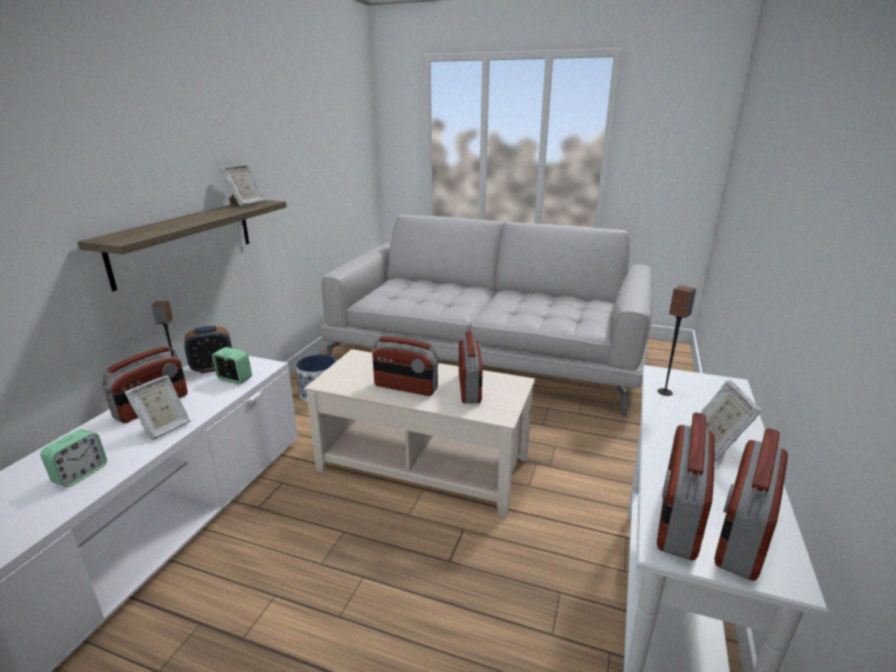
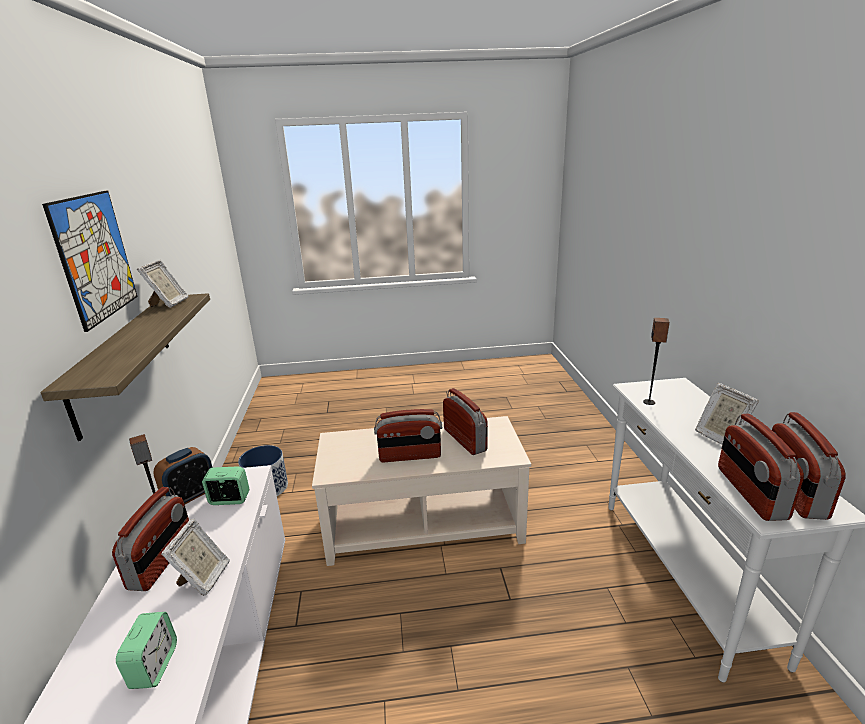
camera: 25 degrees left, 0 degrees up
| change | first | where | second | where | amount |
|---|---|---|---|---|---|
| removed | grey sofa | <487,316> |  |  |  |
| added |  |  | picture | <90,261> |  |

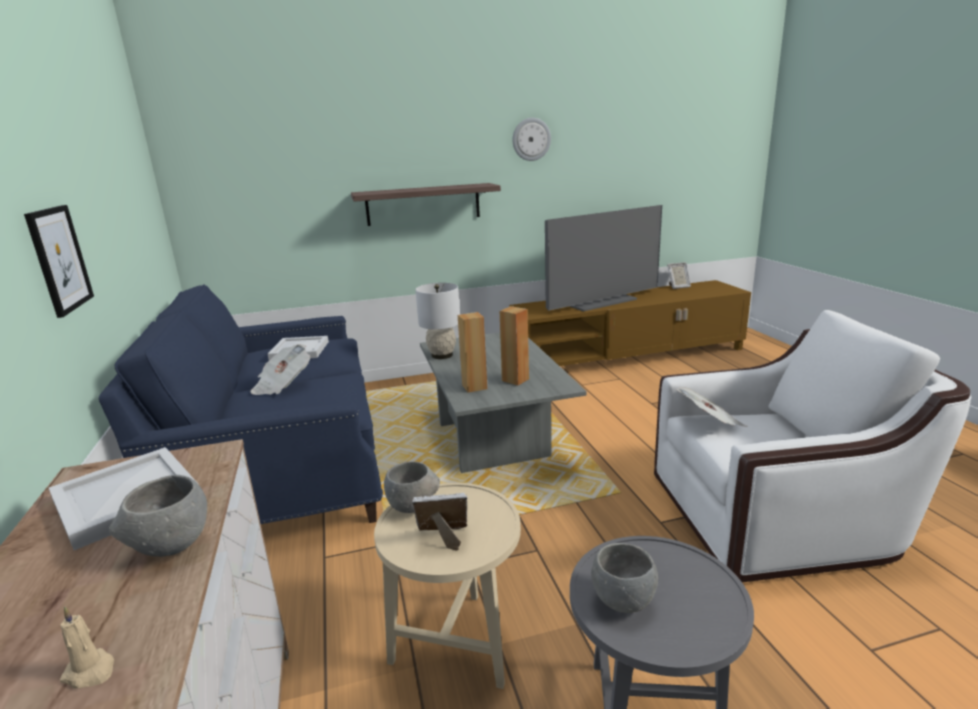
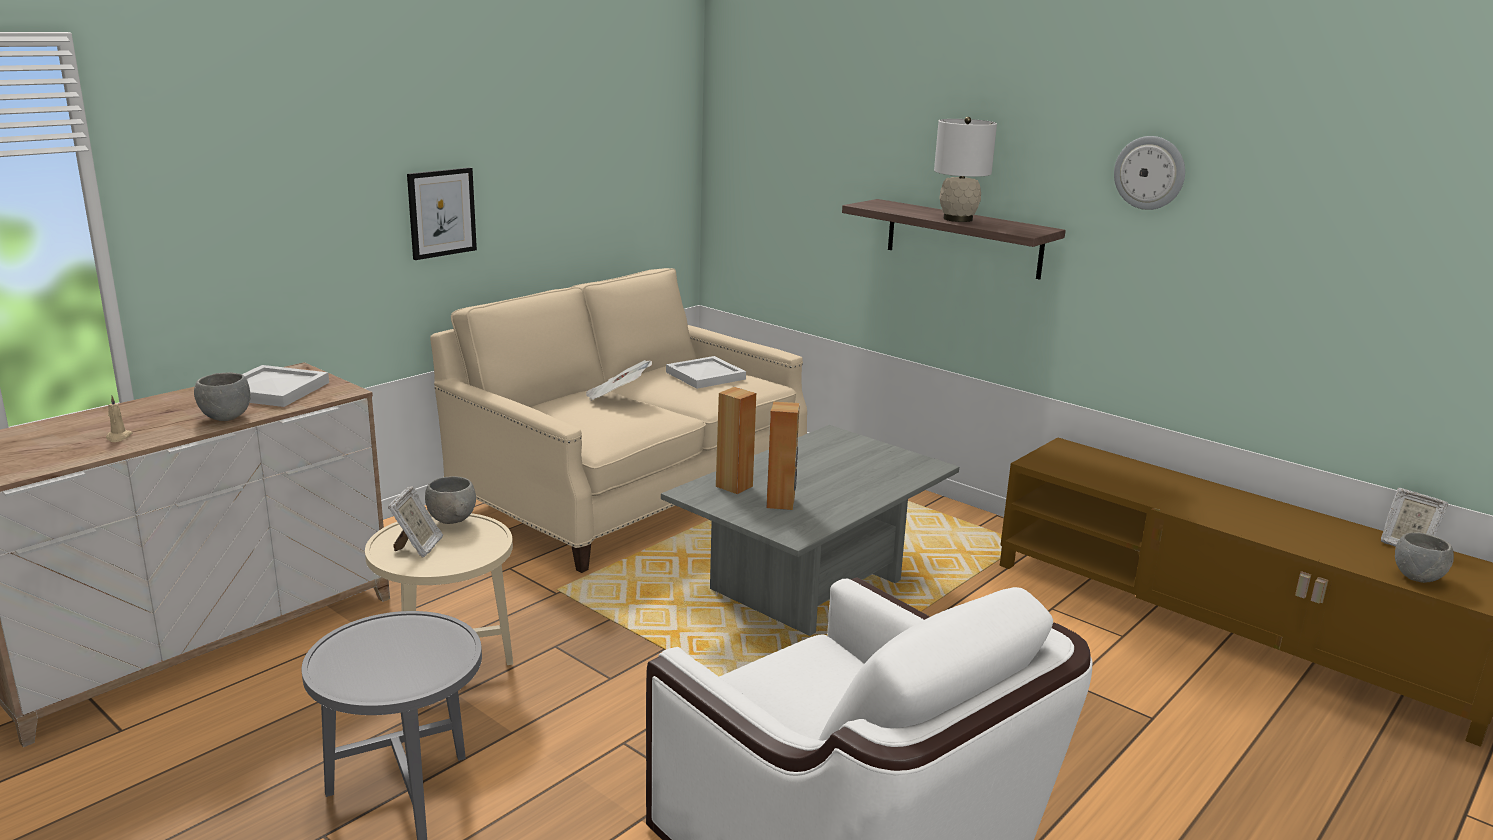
camera: 55 degrees right, 0 degrees up
| change | first | where | second | where | amount |
|---|---|---|---|---|---|
| removed | television | <603,258> |  |  |  |
| removed | newspaper | <712,407> |  |  |  |
| moved | white table lamp | <437,321> |  | <965,169> |  |
| moved | grey bowl | <624,578> |  | <1424,557> |  |
| recoloured | blue sofa | <241,404> | beige sofa | <618,420> |  |
| turned | picture frame | <439,522> |  | <415,522> | 45 degrees clockwise |

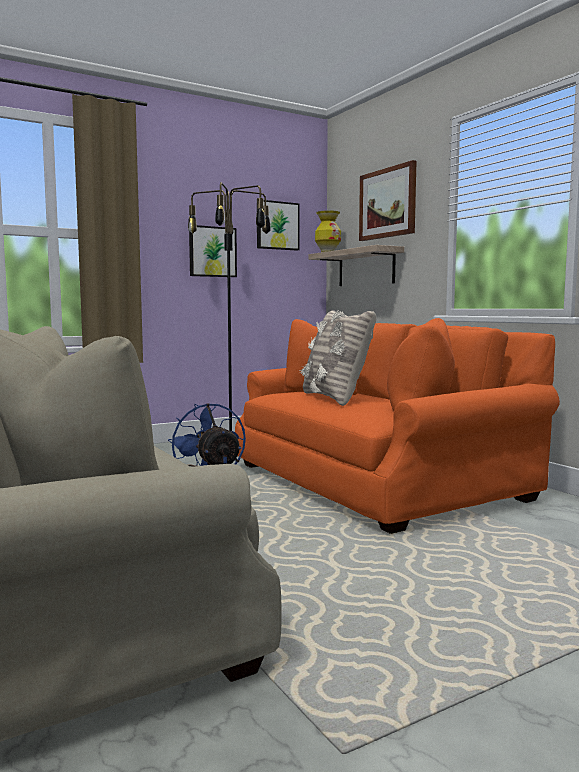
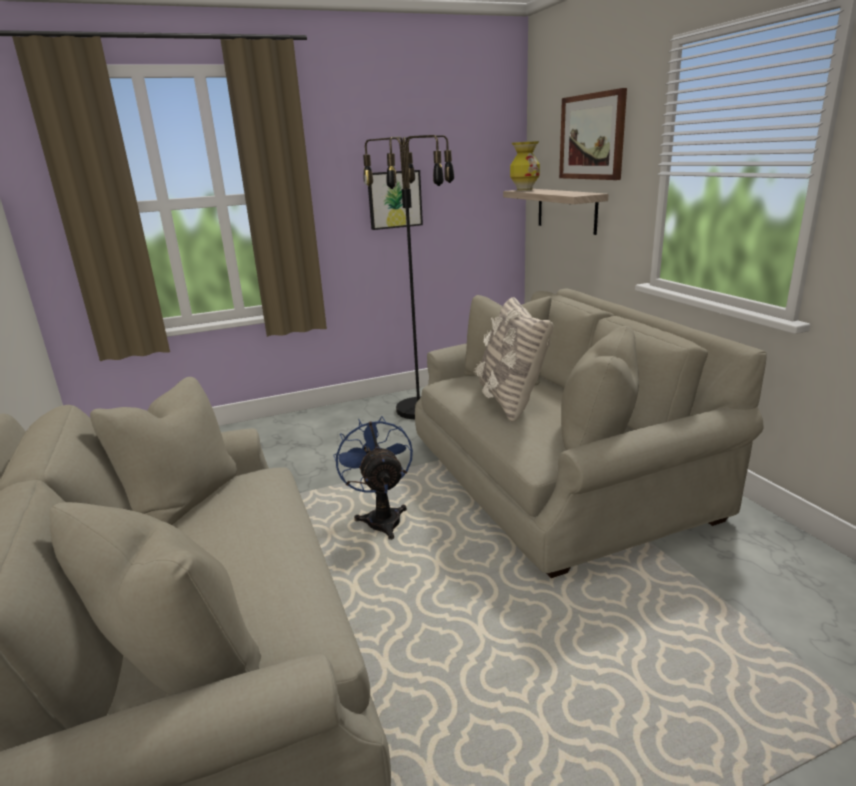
camera: 10 degrees right, 15 degrees up
| change | first | where | second | where | amount |
|---|---|---|---|---|---|
| removed | picture | <278,225> |  |  |  |
| recoloured | orange sofa | <397,426> | beige sofa | <590,433> |  |

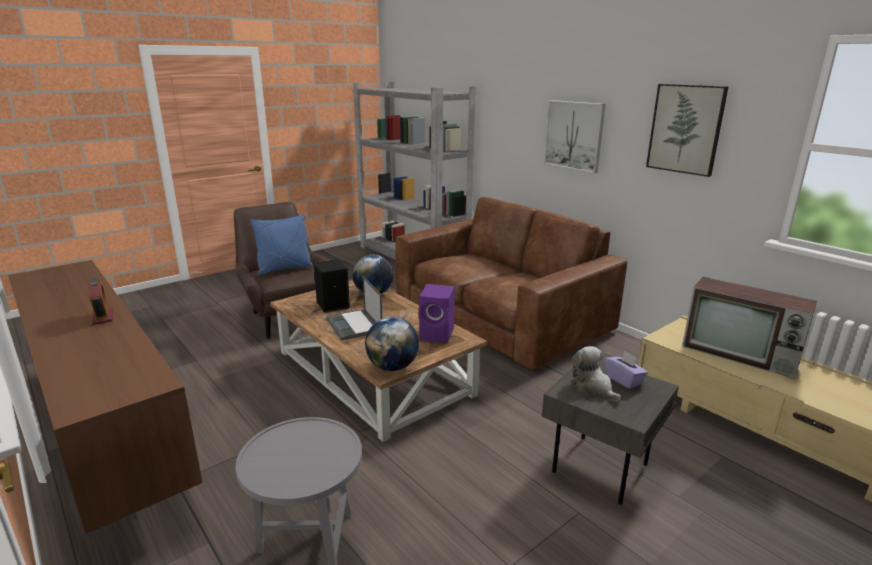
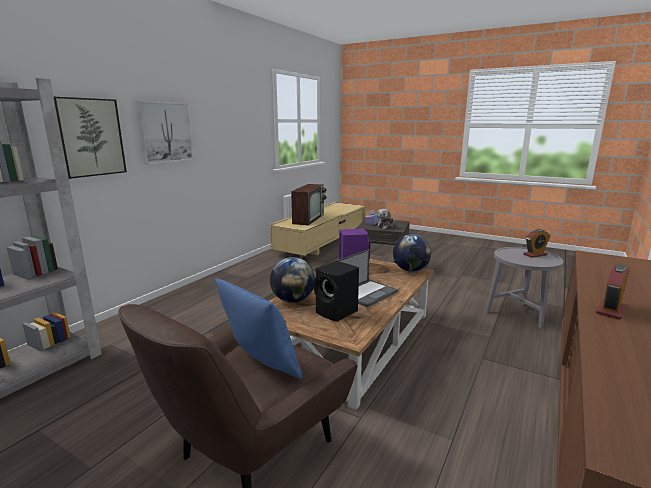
camera: 110 degrees left, 5 degrees down
| change | first | where | second | where | amount |
|---|---|---|---|---|---|
| removed | brown sofa | <511,283> |  |  |  |
| added |  |  | alarm clock | <537,243> |  |
| moved | picture | <687,130> |  | <90,138> |  |

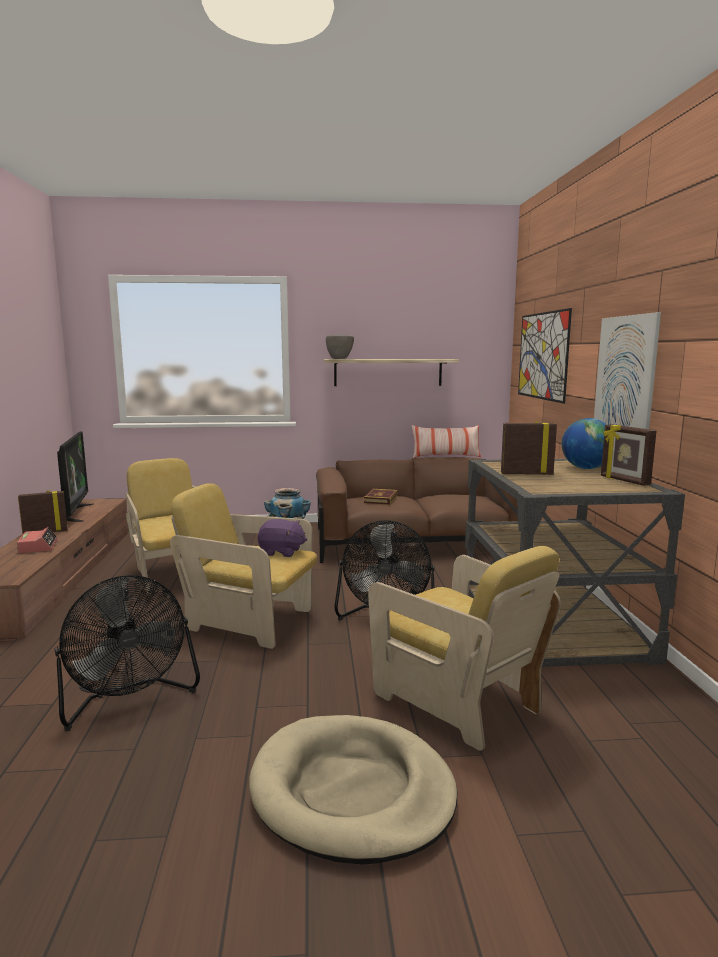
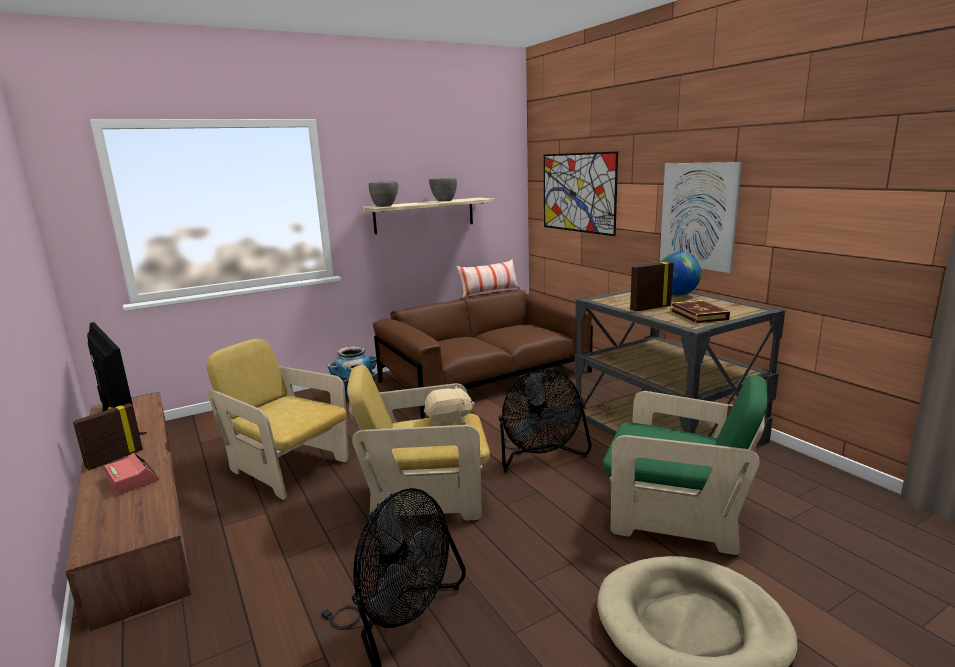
camera: 25 degrees left, 5 degrees up
| change | first | where | second | where | amount |
|---|---|---|---|---|---|
| removed | picture frame | <628,455> |  |  |  |
| added |  |  | grey bowl | <443,189> |  |
| moved | book | <380,497> |  | <700,311> |  |
| recoloured | purple plush toy | <282,538> | beige plush toy | <449,406> |  |
| recoloured | yellow armchair | <464,648> | green armchair | <685,465> |  |

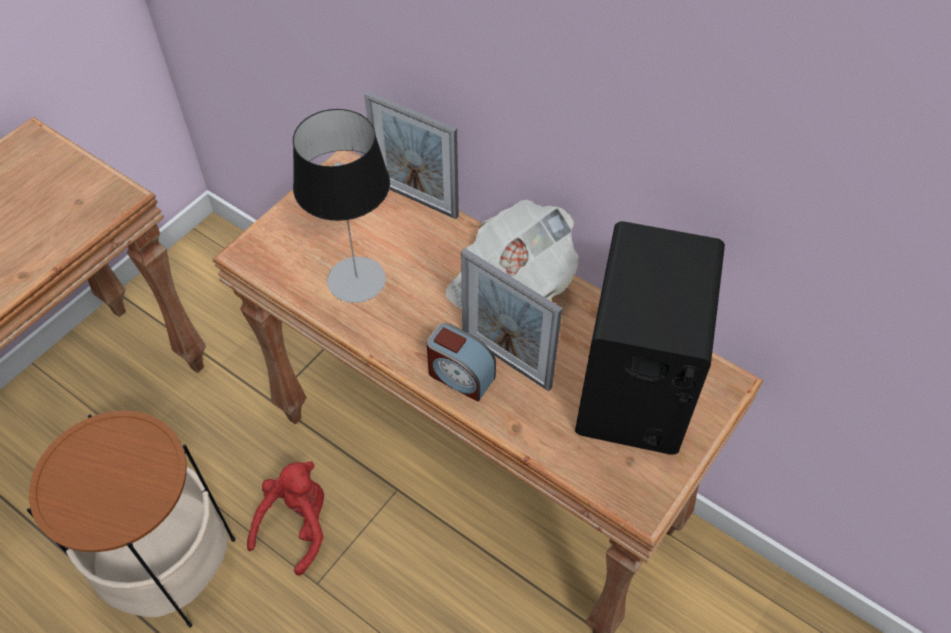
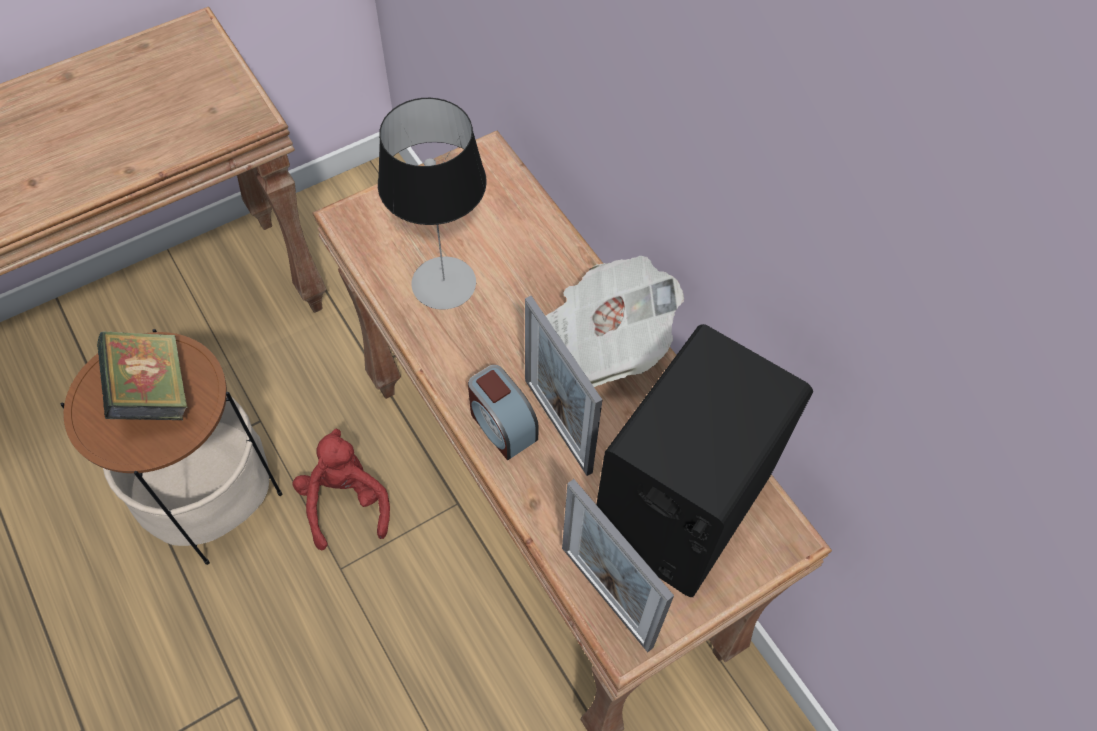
camera: 20 degrees right, 5 degrees up
| change | first | where | second | where | amount |
|---|---|---|---|---|---|
| added |  |  | book | <142,375> |  |
| moved | picture frame | <411,155> |  | <618,565> |  |
| turned | red plush toy | <285,518> |  | <341,489> | 60 degrees counterclockwise |

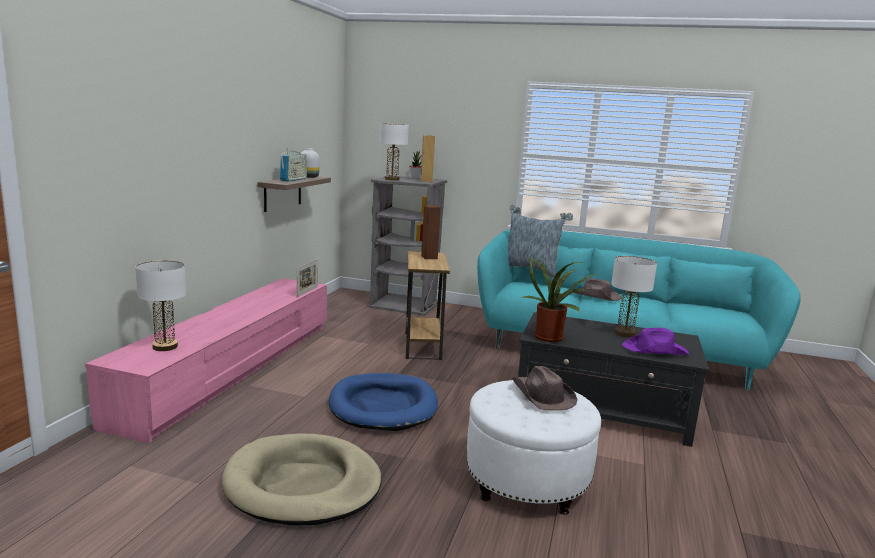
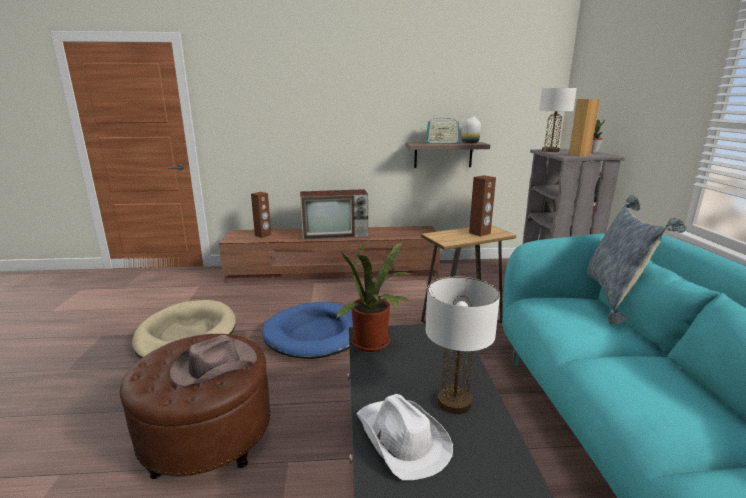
camera: 70 degrees right, 5 degrees up
| change | first | where | second | where | amount |
|---|---|---|---|---|---|
| removed | picture frame | <307,278> |  |  |  |
| removed | brown hat | <597,289> |  |  |  |
| added |  |  | television | <334,214> |  |
| replaced | table lamp | <161,305> | brown speaker | <261,215> |  |
| recoloured | pink tv stand | <206,360> | brown tv stand | <330,254> |  |
| recoloured | white ottoman | <534,447> | brown ottoman | <195,406> |  |
| recoloured | purple hat | <655,341> | white hat | <404,437> |  |

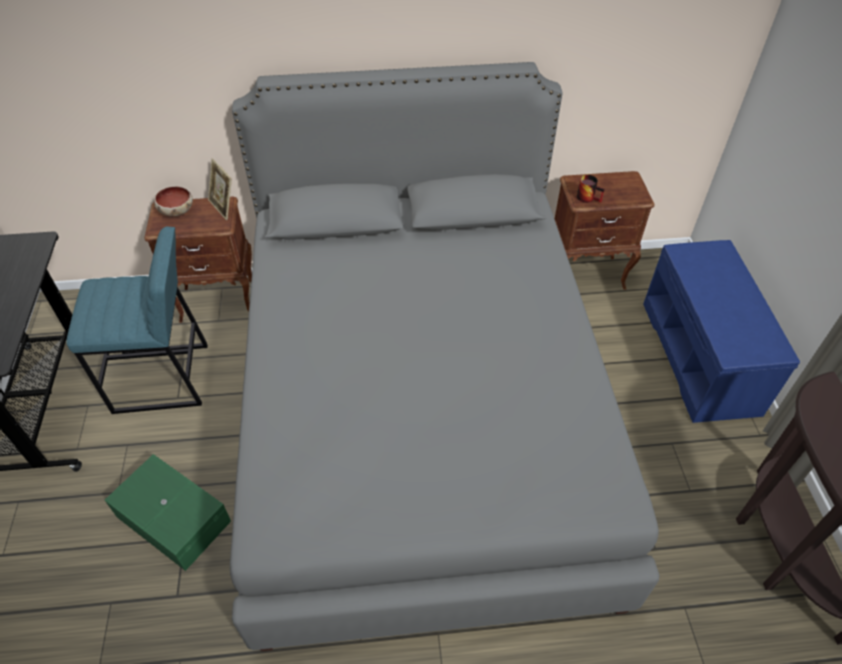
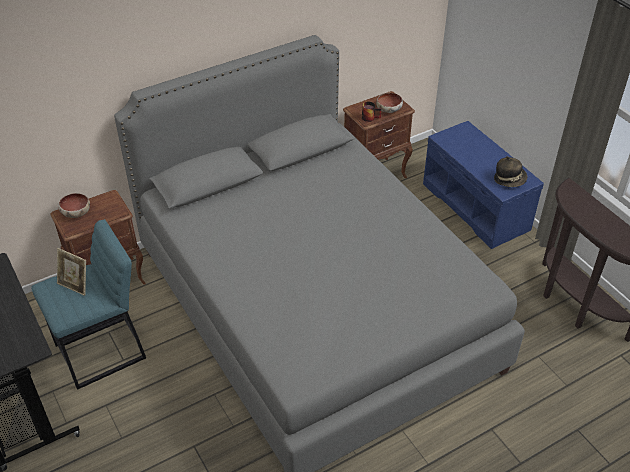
camera: 25 degrees left, 5 degrees down
| change | first | where | second | where | amount |
|---|---|---|---|---|---|
| removed | green storage box | <168,512> |  |  |  |
| added |  |  | bowl | <389,103> |  |
| added |  |  | hat | <510,171> |  |
| moved | picture frame | <220,189> |  | <71,272> |  |

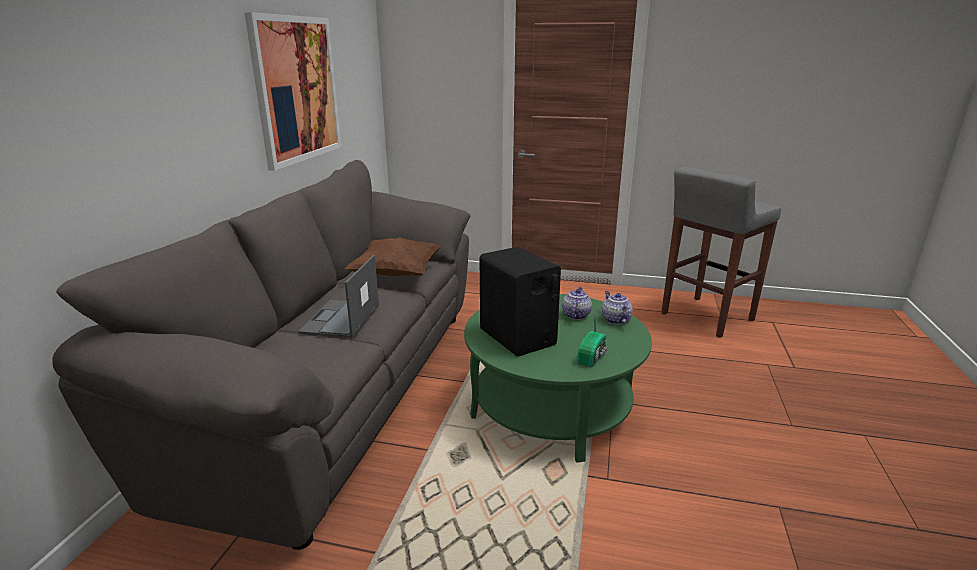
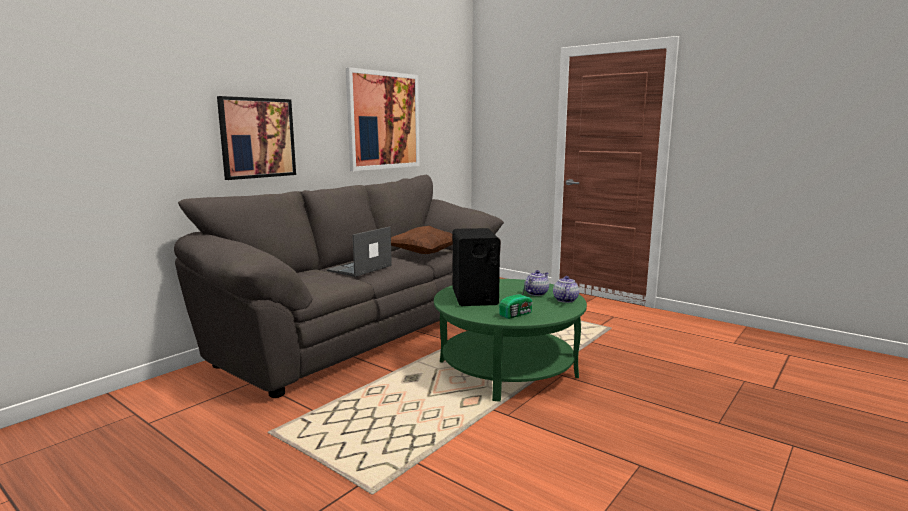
camera: 25 degrees right, 10 degrees down
| change | first | where | second | where | amount |
|---|---|---|---|---|---|
| removed | grey stool | <721,252> |  |  |  |
| added |  |  | picture | <256,138> |  |

